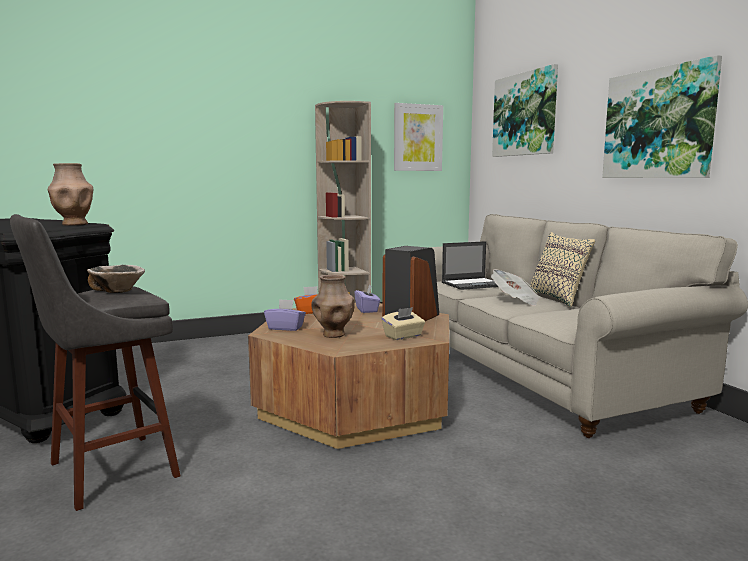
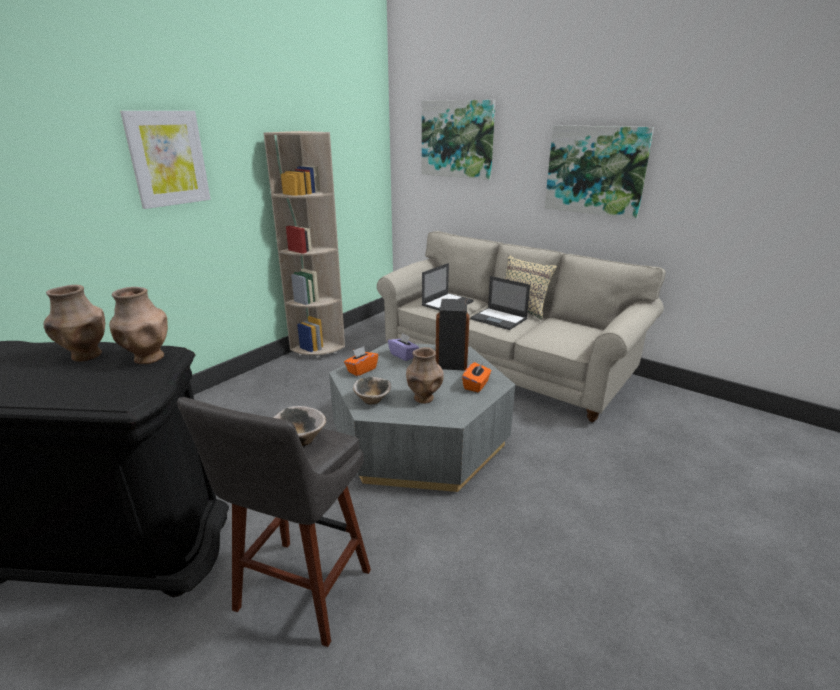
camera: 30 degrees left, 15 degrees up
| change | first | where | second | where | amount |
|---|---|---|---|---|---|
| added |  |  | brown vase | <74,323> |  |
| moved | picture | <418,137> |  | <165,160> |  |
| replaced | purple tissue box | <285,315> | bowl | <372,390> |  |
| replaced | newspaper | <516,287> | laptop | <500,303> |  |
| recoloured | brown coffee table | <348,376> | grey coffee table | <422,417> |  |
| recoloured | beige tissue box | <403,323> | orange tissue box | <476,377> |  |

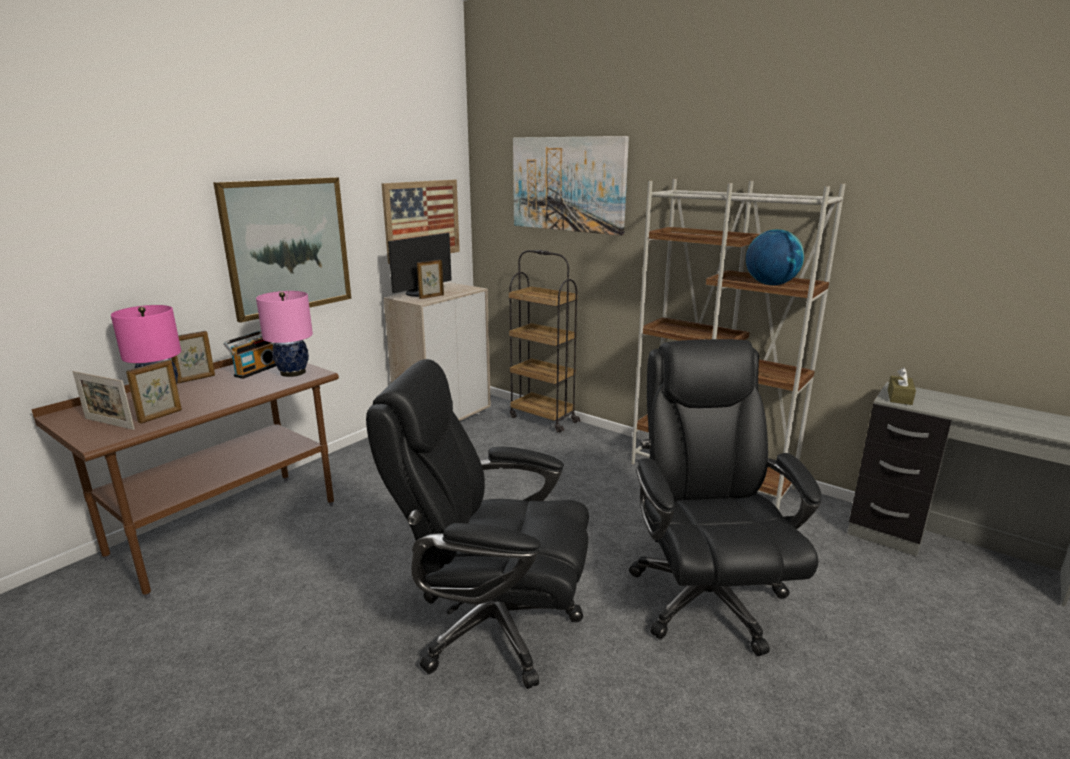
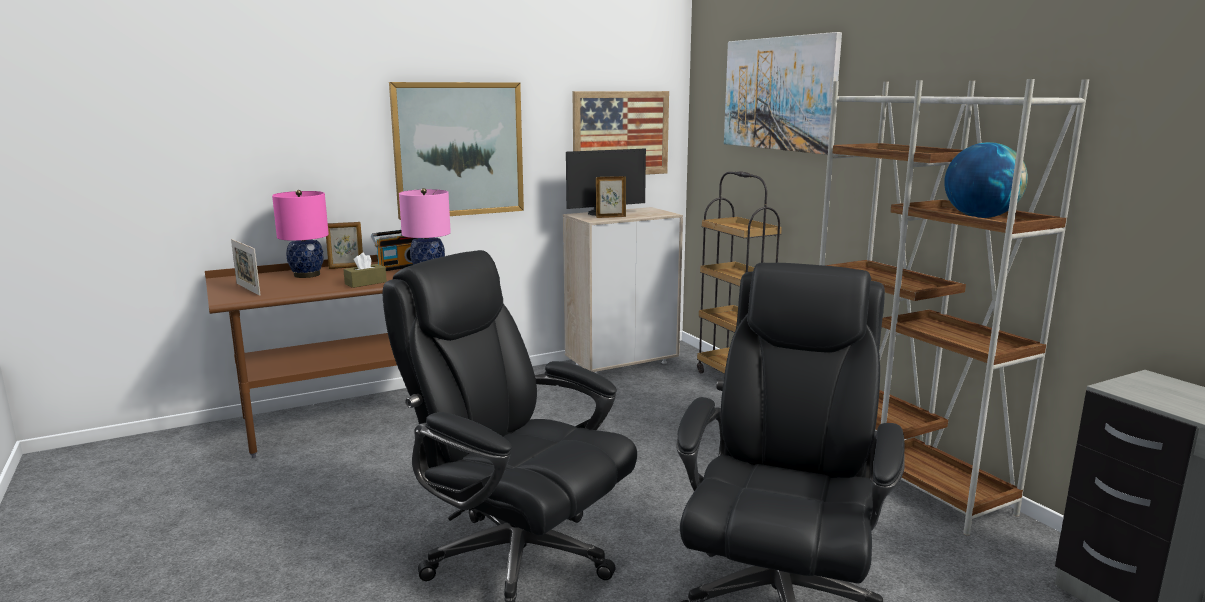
camera: 25 degrees right, 5 degrees down
| change | first | where | second | where | amount |
|---|---|---|---|---|---|
| removed | picture frame | <154,392> |  |  |  |
| moved | brown tissue box | <902,386> |  | <365,270> |  |

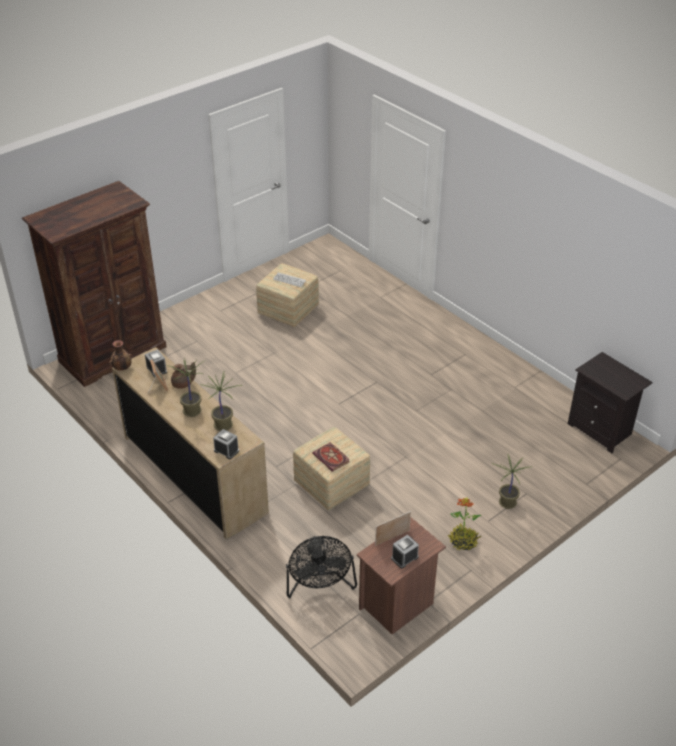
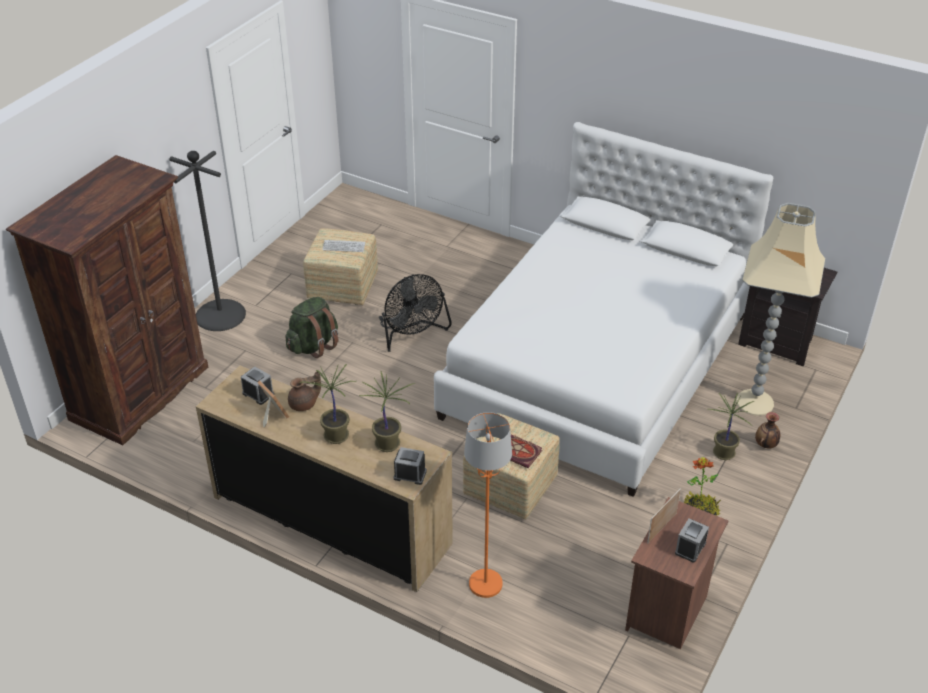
camera: 20 degrees left, 0 degrees up
| change | first | where | second | where | amount |
|---|---|---|---|---|---|
| added |  |  | black clothes rack | <208,241> |  |
| added |  |  | green backpack | <312,327> |  |
| added |  |  | white bed | <603,309> |  |
| added |  |  | orange floor lamp | <488,505> |  |
| added |  |  | beige floor lamp | <780,309> |  |
| moved | vase | <120,355> |  | <767,430> |  |
| moved | black fan | <321,567> |  | <415,313> |  |

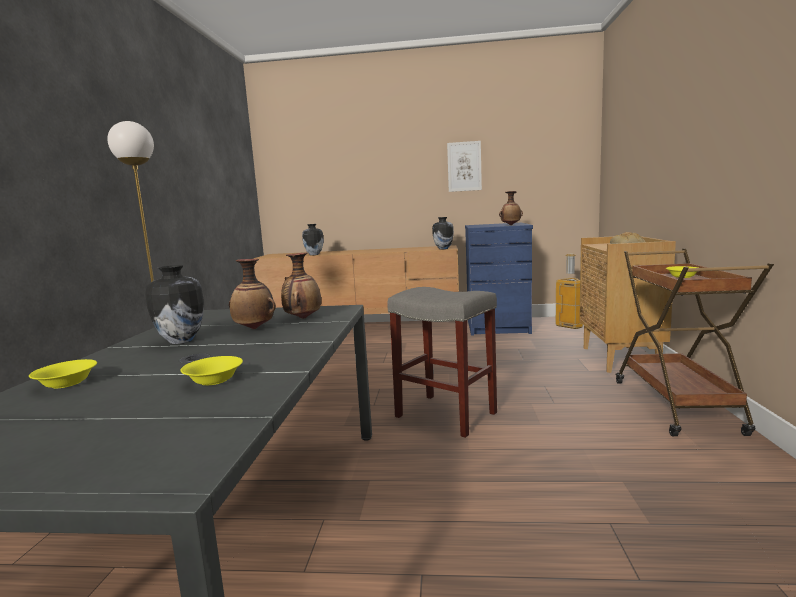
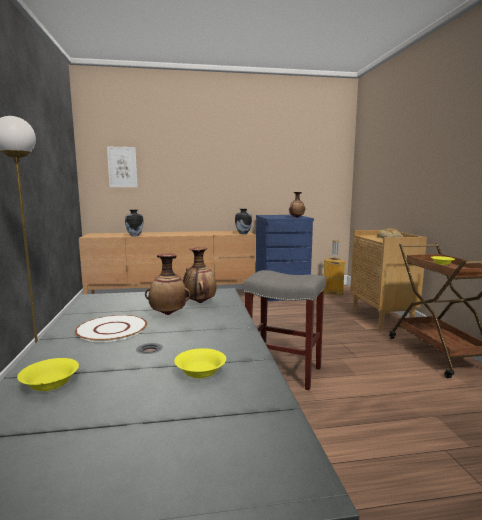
camera: 15 degrees left, 0 degrees up
| change | first | where | second | where | amount |
|---|---|---|---|---|---|
| moved | picture | <464,166> |  | <122,167> |  |
| replaced | vase | <174,304> | white plate | <111,328> |  |

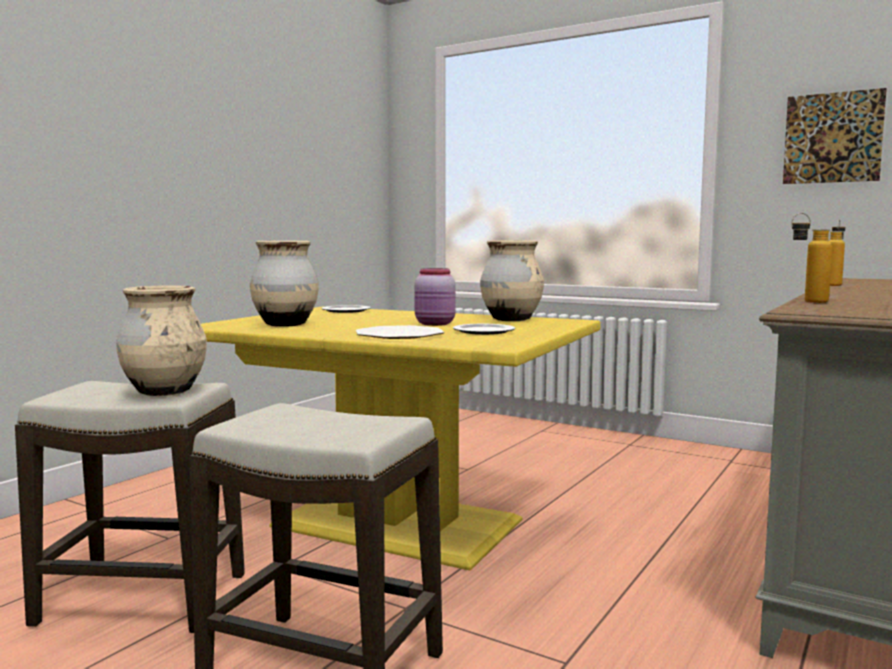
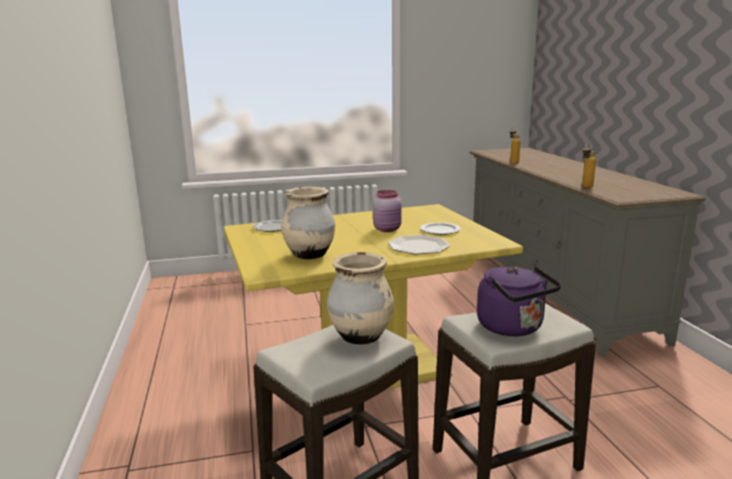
camera: 45 degrees left, 10 degrees up
| change | first | where | second | where | amount |
|---|---|---|---|---|---|
| removed | beige vase | <512,280> |  |  |  |
| removed | picture | <835,136> |  |  |  |
| added |  |  | purple kettle | <519,301> |  |

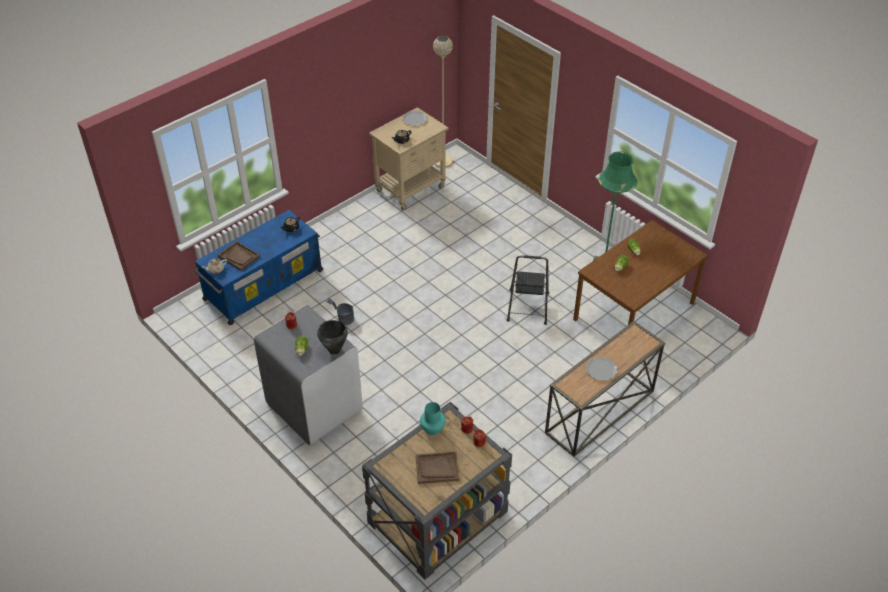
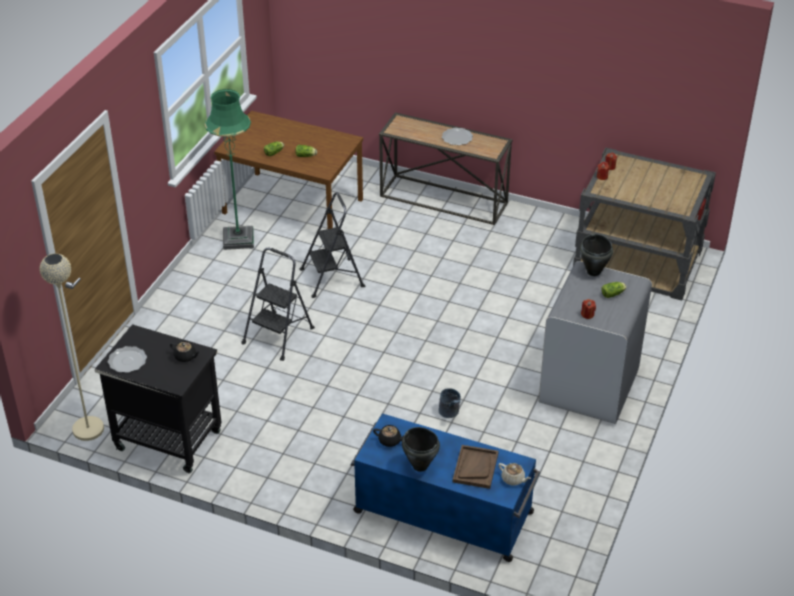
camera: 115 degrees left, 5 degrees down
| change | first | where | second | where | amount |
|---|---|---|---|---|---|
| removed | brown tray | <437,468> |  |  |  |
| removed | turquoise vase | <433,418> |  |  |  |
| added |  |  | black step ladder | <278,304> |  |
| added |  |  | black cooking pot | <421,449> |  |
| recoloured | beige cart | <408,158> | black cart | <158,399> |  |

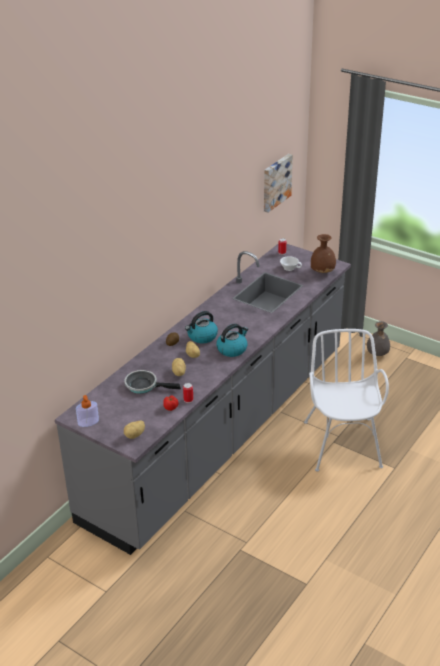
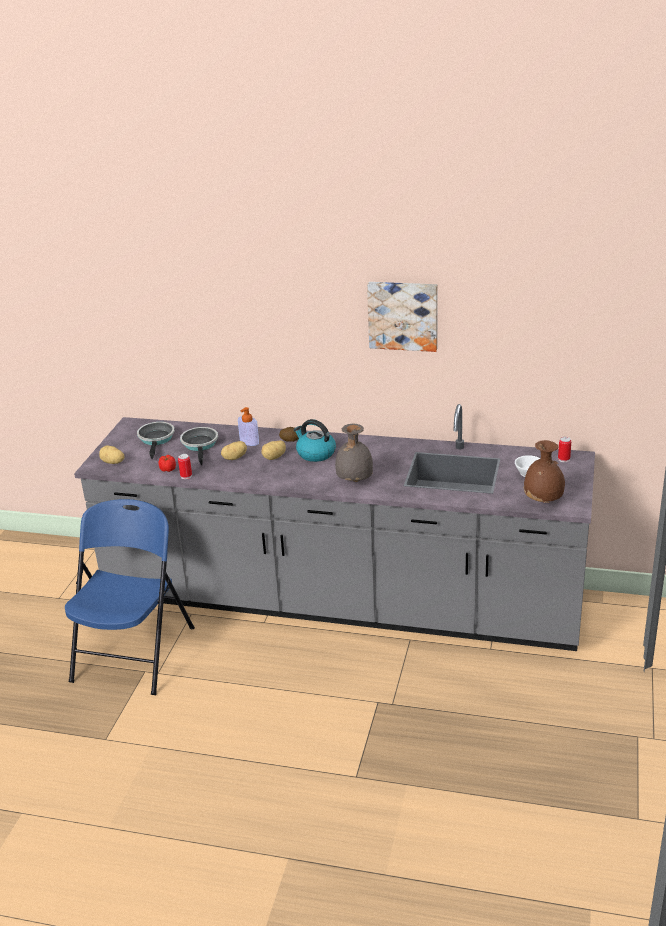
camera: 70 degrees right, 5 degrees down
| change | first | where | second | where | amount |
|---|---|---|---|---|---|
| removed | kettle | <232,340> |  |  |  |
| removed | white chair | <346,400> |  |  |  |
| added |  |  | blue chair | <130,597> |  |
| added |  |  | frying pan | <156,440> |  |
| moved | soap dispenser | <87,411> |  | <248,426> |  |
| moved | picture | <278,183> |  | <402,317> |  |
| moved | grey vase | <378,338> |  | <354,453> |  |

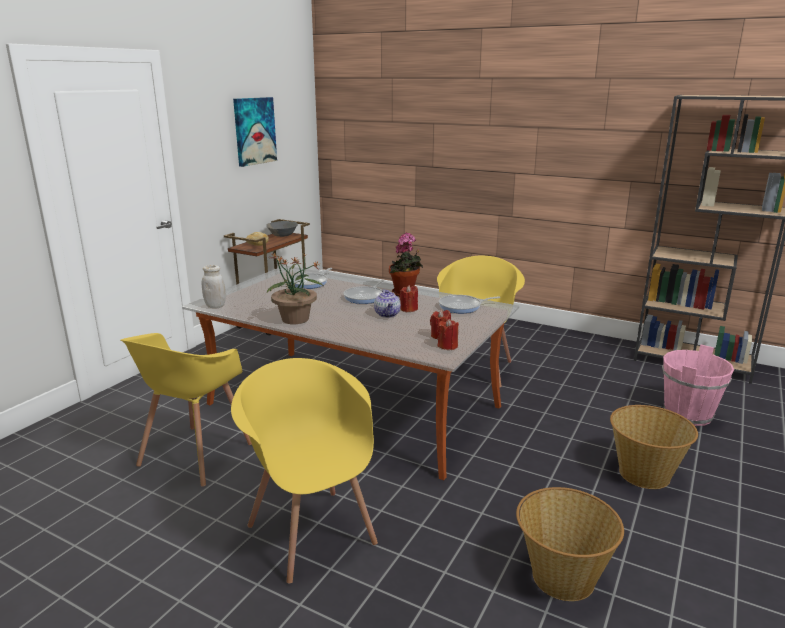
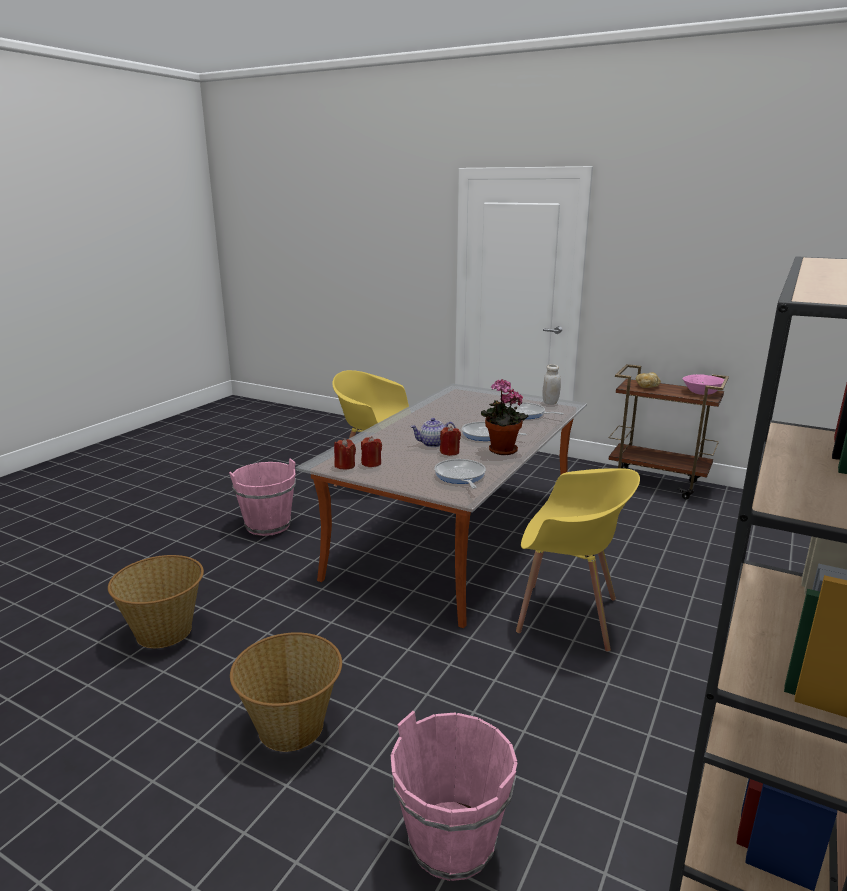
camera: 90 degrees right, 0 degrees up
| change | first | where | second | where | amount |
|---|---|---|---|---|---|
| removed | picture | <255,132> |  |  |  |
| removed | potted plant | <295,288> |  |  |  |
| moved | white jar | <214,286> |  | <552,384> |  |
| replaced | yellow chair | <304,470> | pink bucket | <262,497> |  |
| recoloured | grey bowl | <282,229> | pink bowl | <703,384> |  |

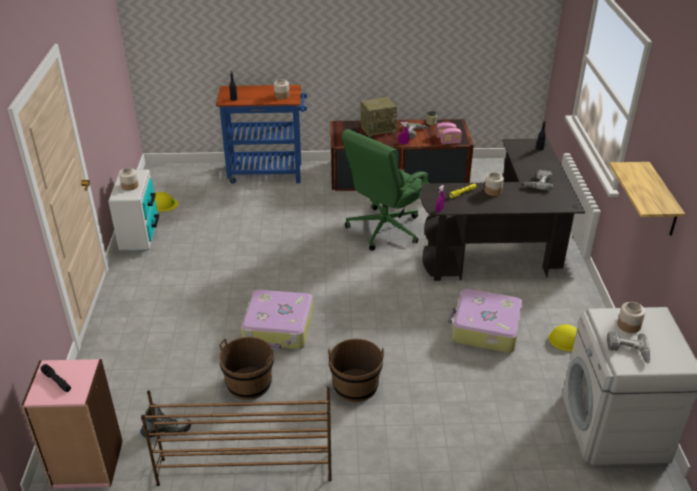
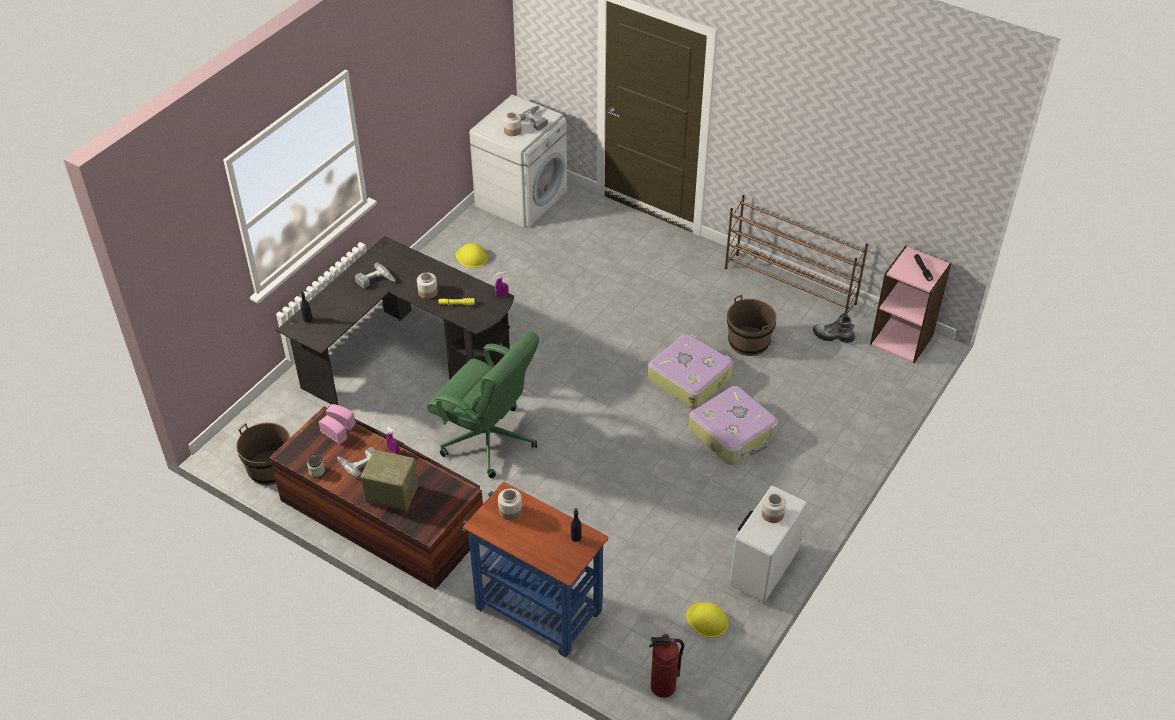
camera: 145 degrees left, 10 degrees up
| change | first | where | second | where | amount |
|---|---|---|---|---|---|
| removed | shelf | <647,199> |  |  |  |
| added |  |  | fire extinguisher | <666,666> |  |
| moved | brown bucket | <356,370> |  | <263,453> |  |
| moved | suitcase | <485,321> |  | <733,425> |  |
| turned | green office chair | <385,190> |  | <483,404> | 45 degrees clockwise |

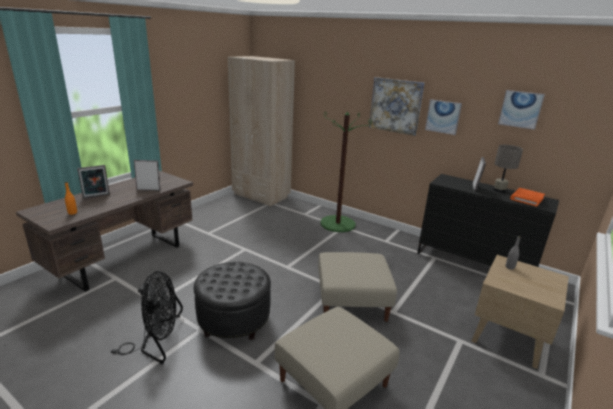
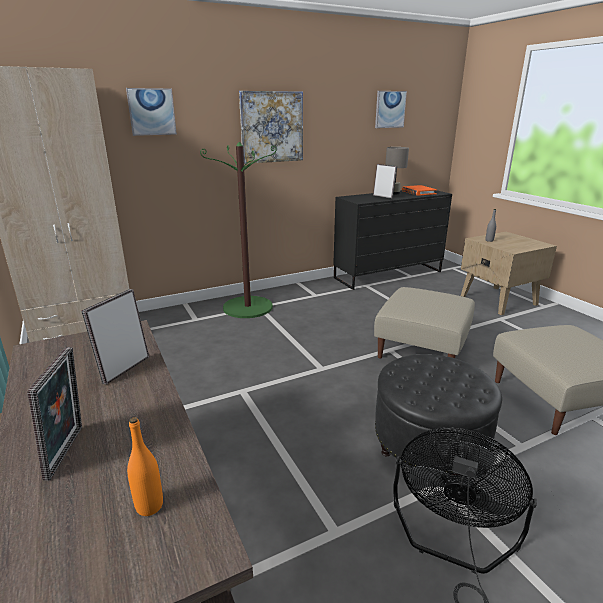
camera: 60 degrees left, 0 degrees up
| change | first | where | second | where | amount |
|---|---|---|---|---|---|
| moved | picture | <443,117> |  | <151,112> |  |

